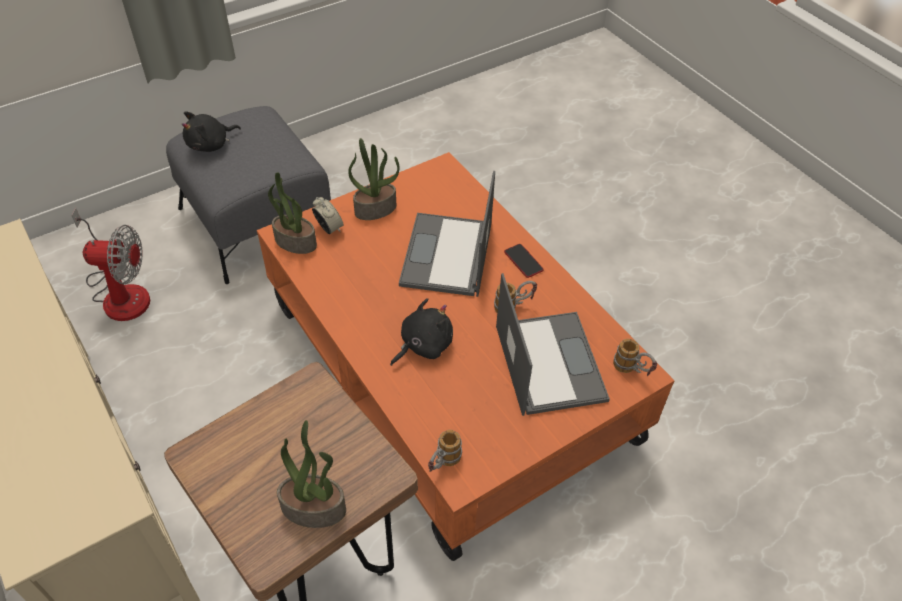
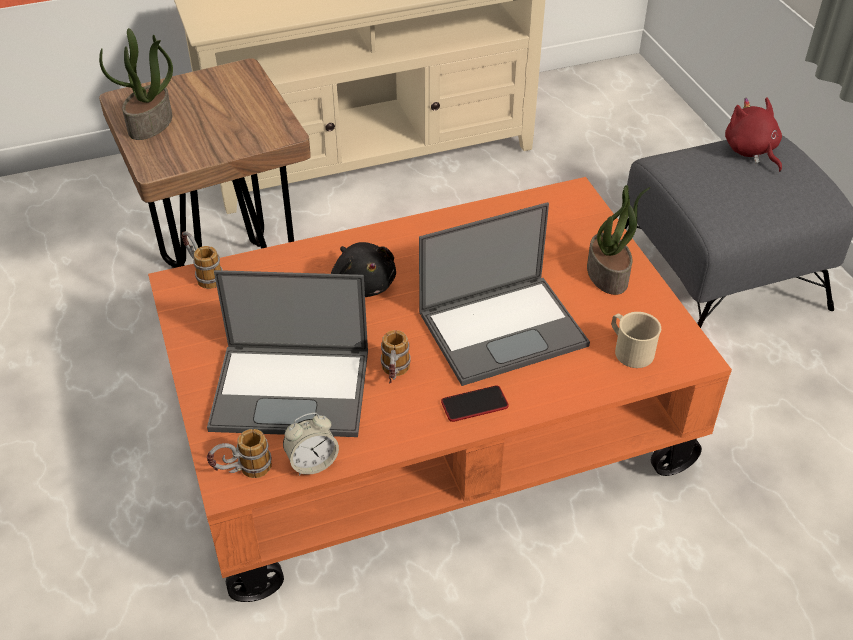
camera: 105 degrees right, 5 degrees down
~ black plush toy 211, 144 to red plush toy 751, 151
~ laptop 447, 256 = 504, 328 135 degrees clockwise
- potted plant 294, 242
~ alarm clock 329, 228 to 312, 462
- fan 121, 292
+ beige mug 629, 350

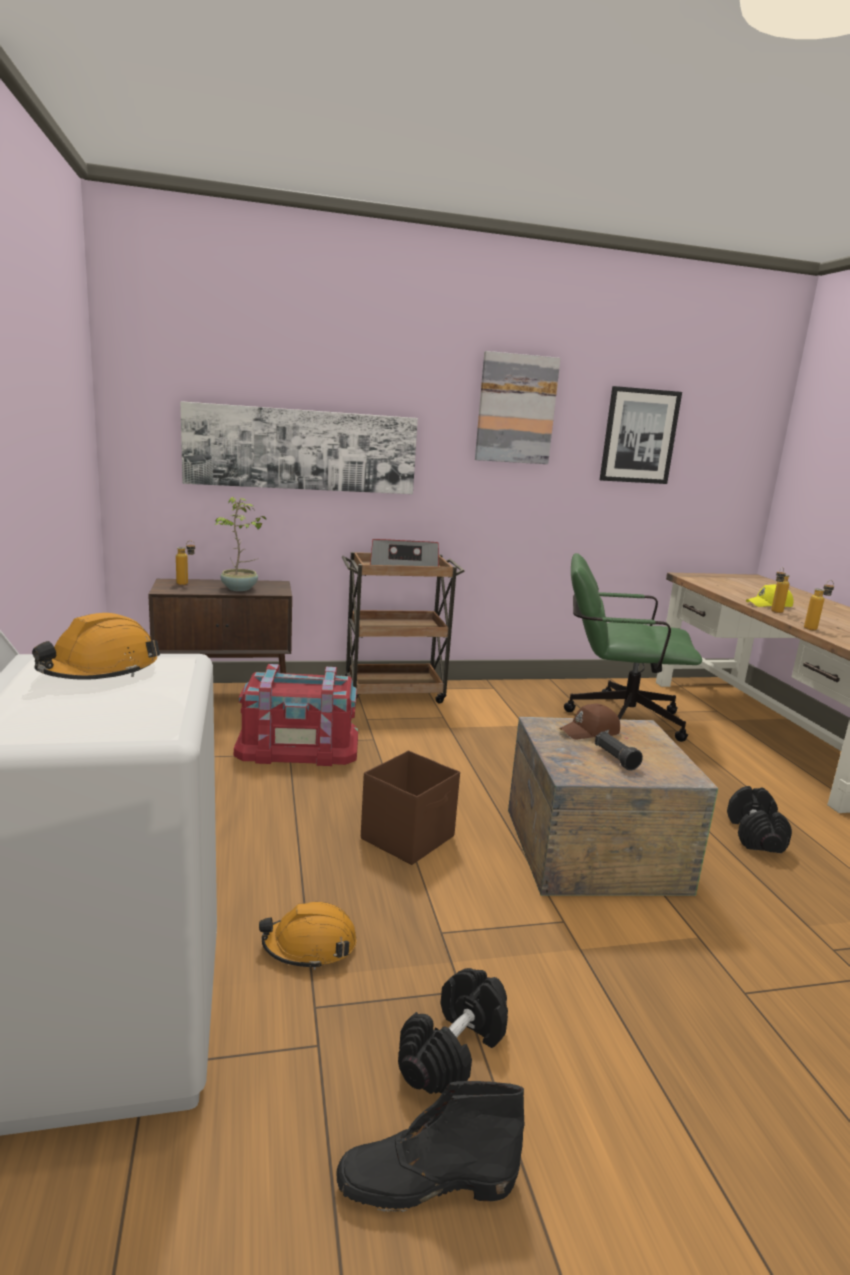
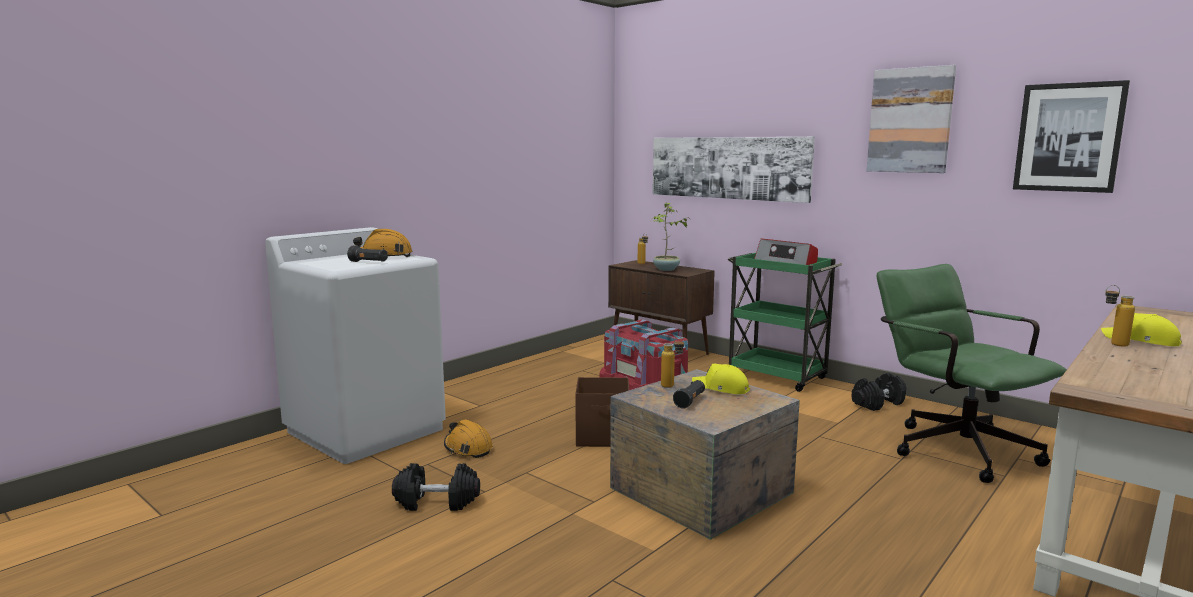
camera: 55 degrees right, 5 degrees down
~ brown cart 394, 692 to green cart 777, 377
~ bottle 814, 628 to 672, 387
~ brown cap 590, 732 to yellow cap 721, 388
~ black dumbbell 754, 834 to 878, 403
- black boot 425, 1181
+ black flashlight 368, 262

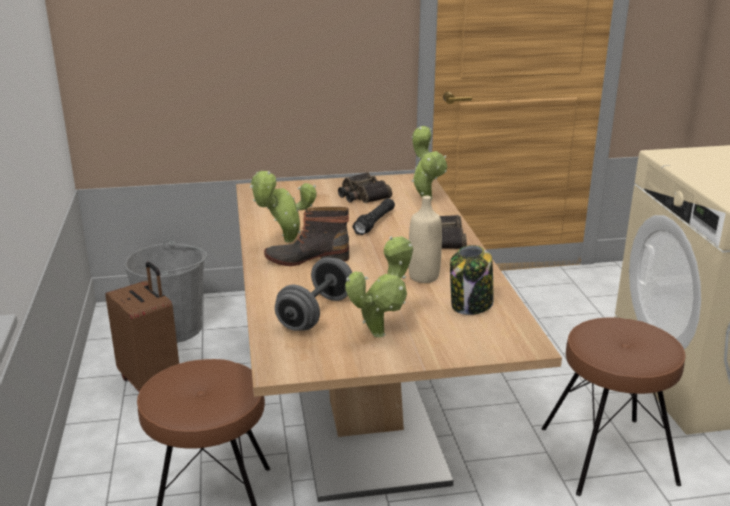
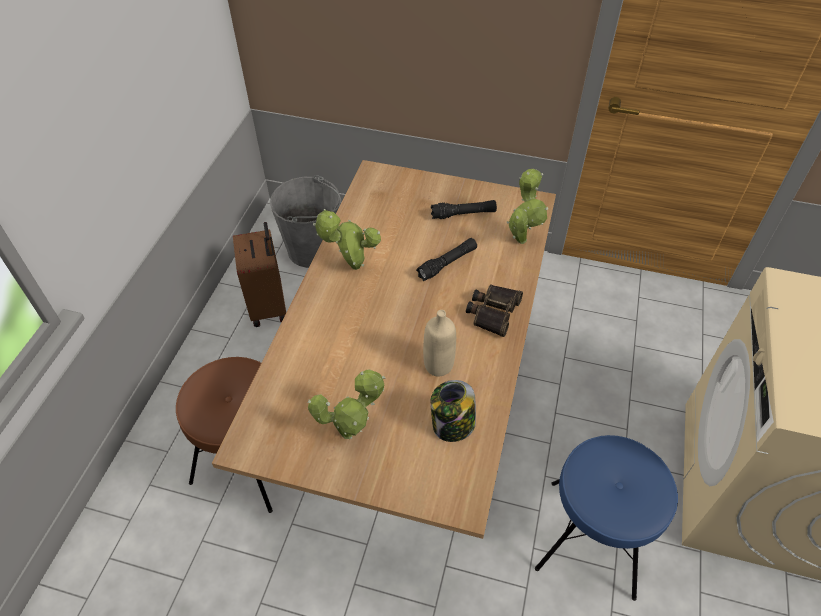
camera: 25 degrees right, 25 degrees up
~ binoculars 362, 195 to black flashlight 463, 214
- boot 307, 258
- grey dumbbell 315, 313
~ brown stool 609, 455 to blue stool 592, 538

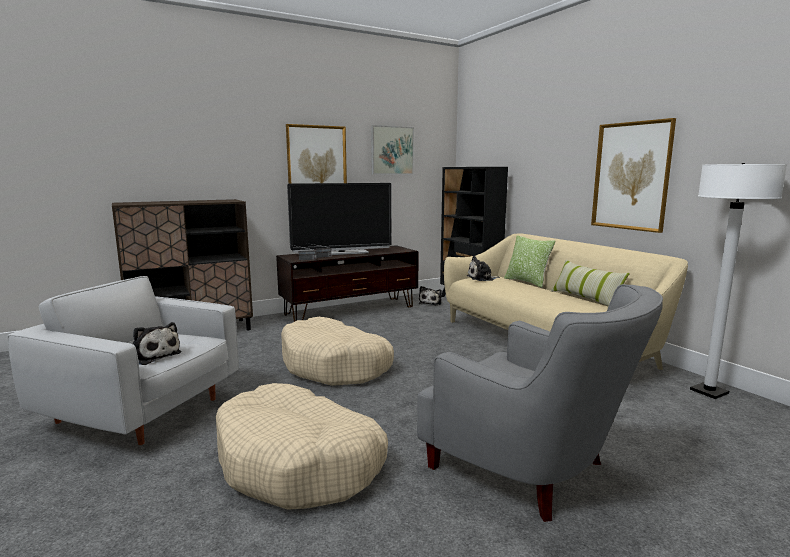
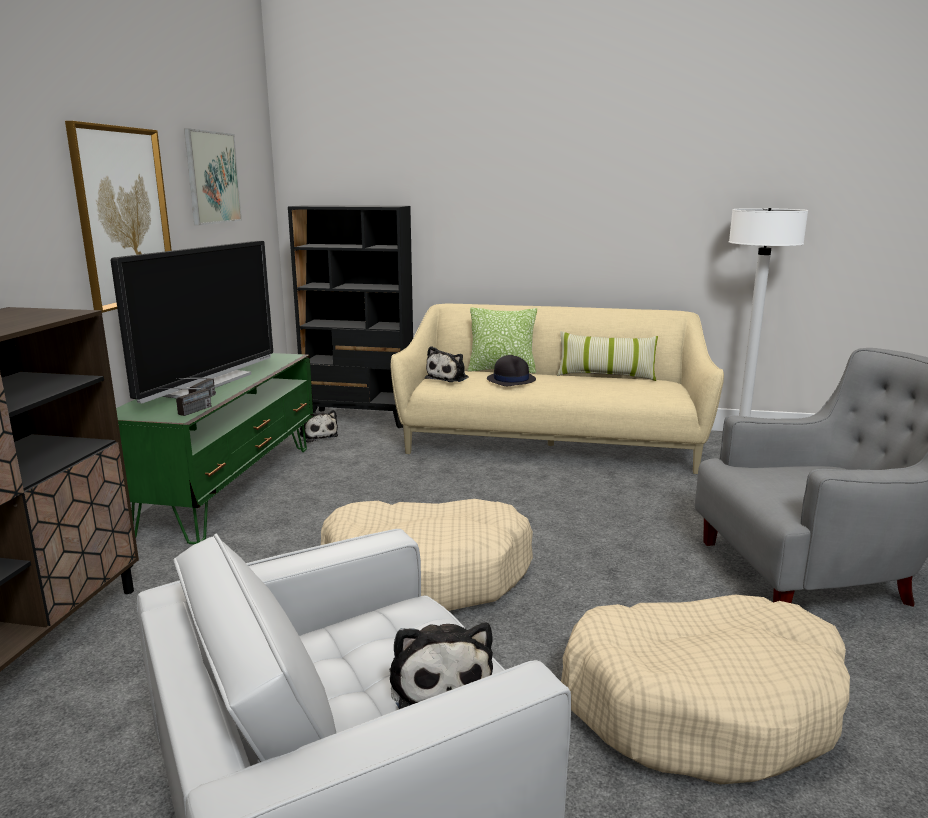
camera: 50 degrees left, 5 degrees up
- picture 631, 176
~ brown tv stand 350, 310 to green tv stand 229, 487
~ plush toy 153, 355 = 438, 681 90 degrees clockwise
+ black hat 511, 379

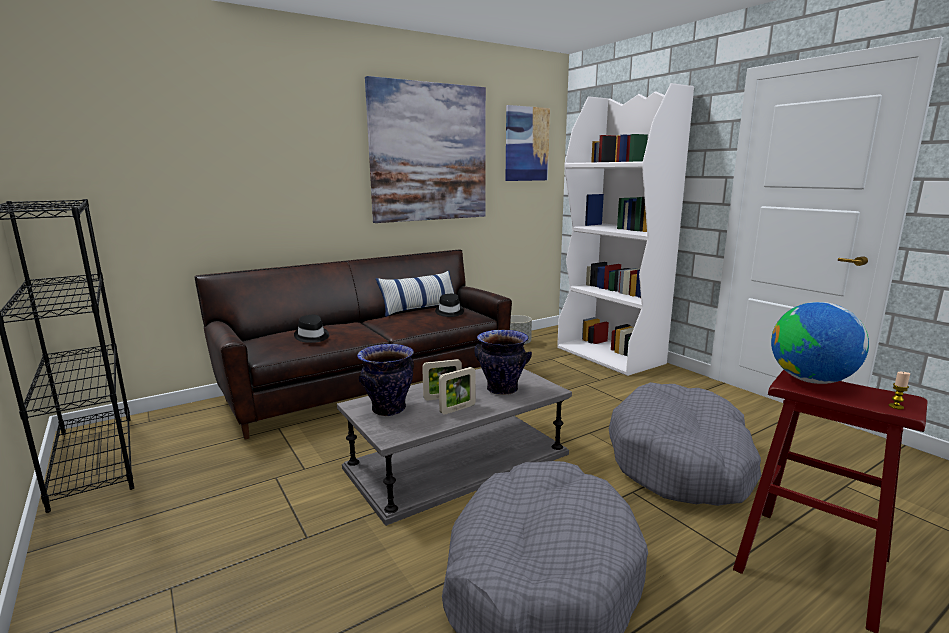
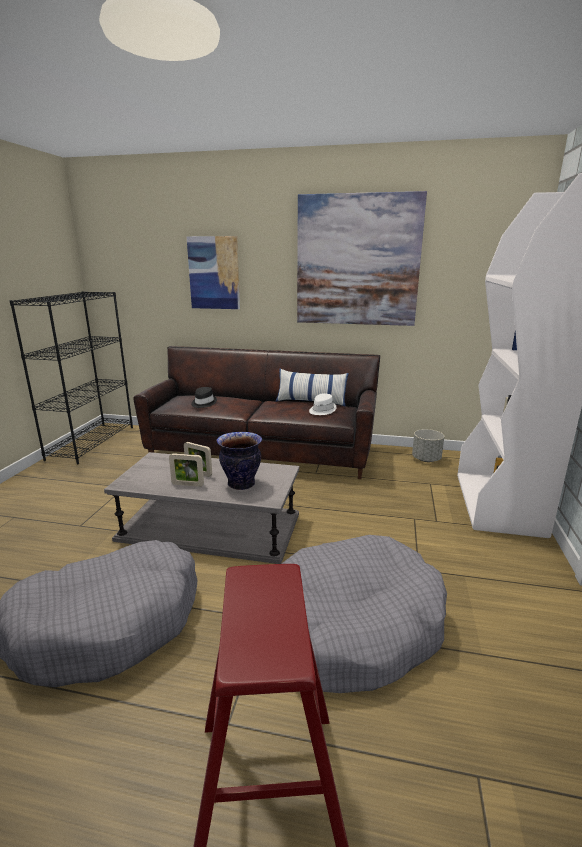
camera: 45 degrees right, 5 degrees up
~ picture 526, 144 to 214, 273
~ black hat 449, 312 to white hat 321, 410
- globe 811, 380
- vase 388, 409
- candle 896, 406

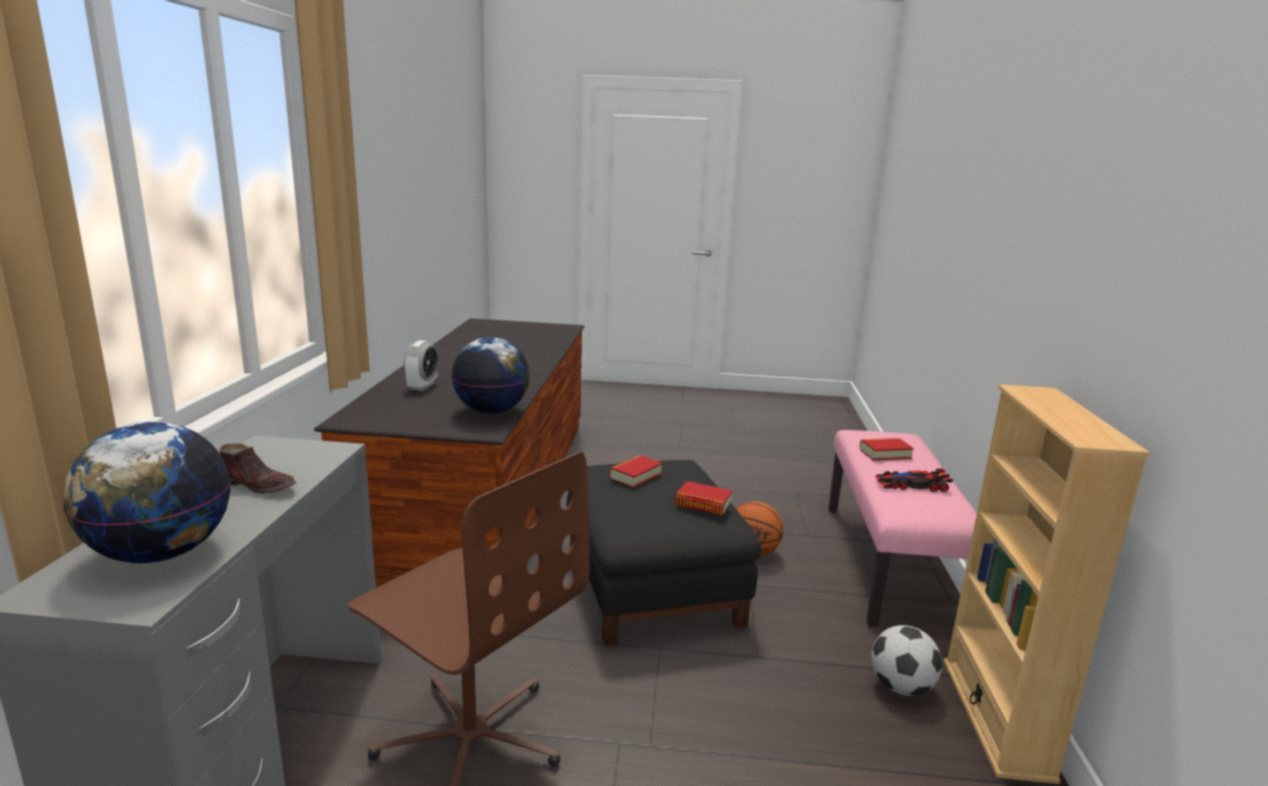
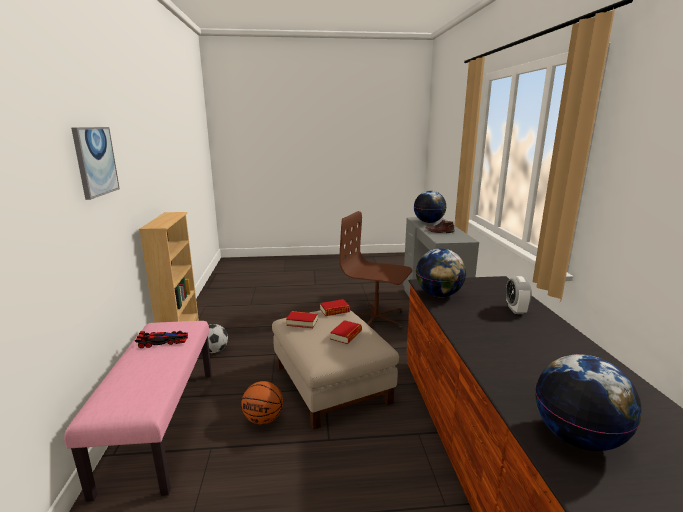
camera: 170 degrees right, 0 degrees up
~ book 885, 454 to 334, 311
~ black ottoman 649, 582 to beige ottoman 332, 383
+ picture 95, 161
+ globe 577, 437

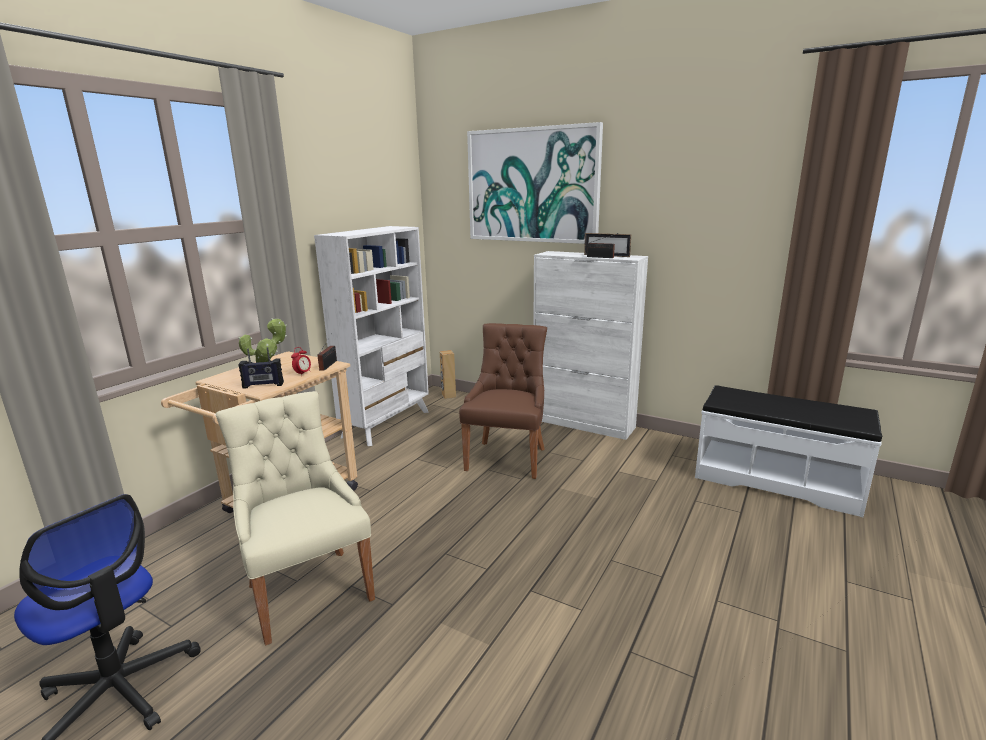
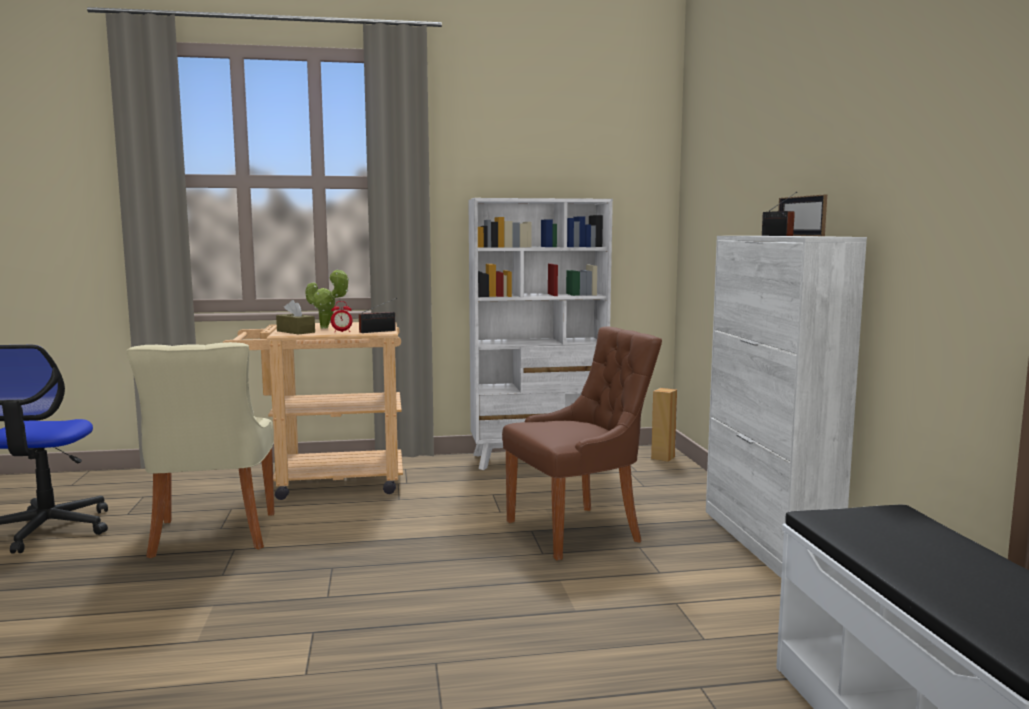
camera: 50 degrees right, 10 degrees down
- picture 532, 185
~ radio 263, 385 to brown tissue box 295, 331
~ beige chair 308, 589 = 212, 536 150 degrees clockwise

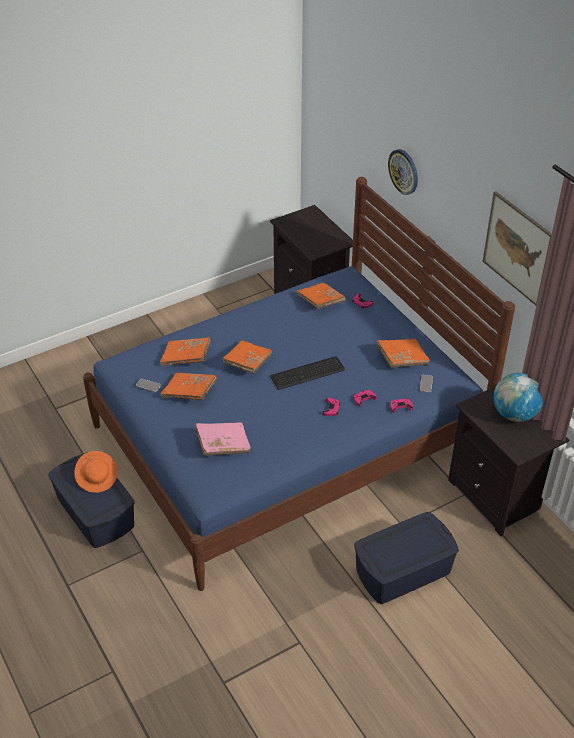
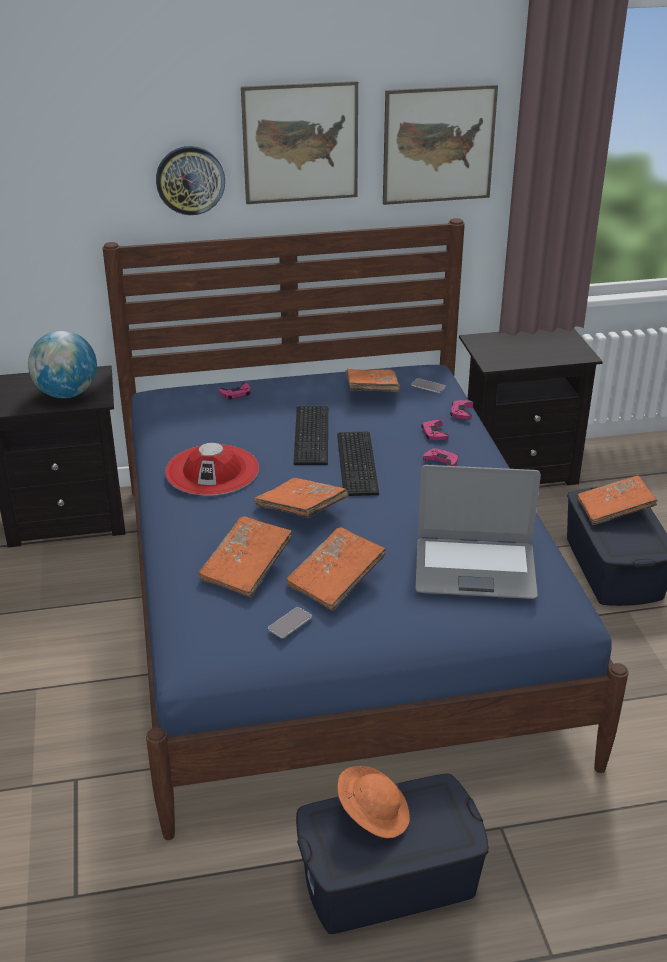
camera: 70 degrees left, 10 degrees down
~ orange book 320, 302 to 614, 510
~ globe 514, 414 to 67, 394
~ pink book 223, 445 to laptop 475, 569
+ picture 300, 143
+ keyboard 313, 434
+ red hat 212, 470

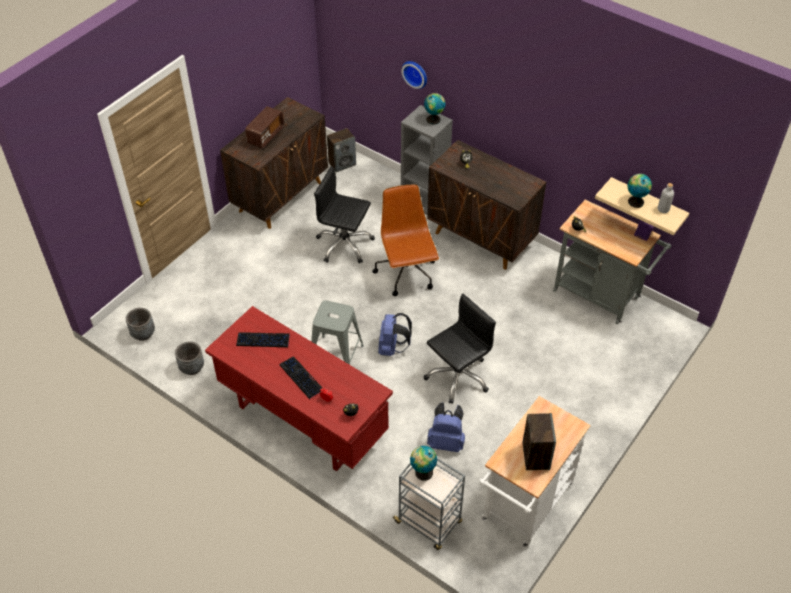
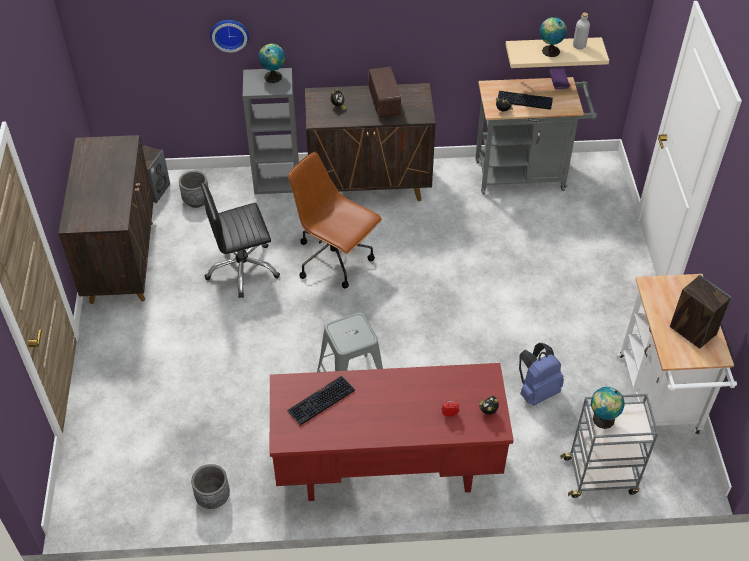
camera: 40 degrees left, 0 degrees up
~ radio 265, 136 to 384, 103
- black office chair 457, 376
~ grey planter 143, 333 to 196, 201
- blue backpack 392, 347
~ keyboard 301, 378 to 524, 100

